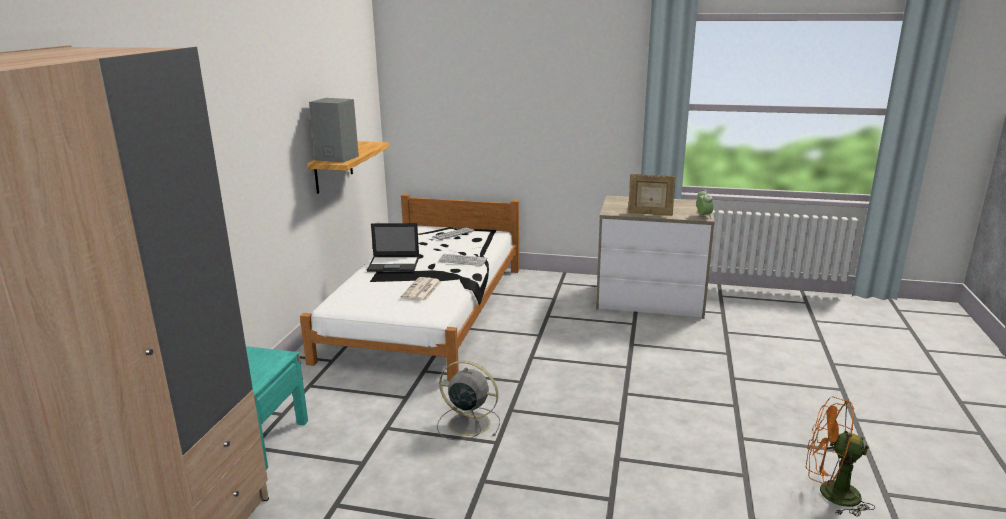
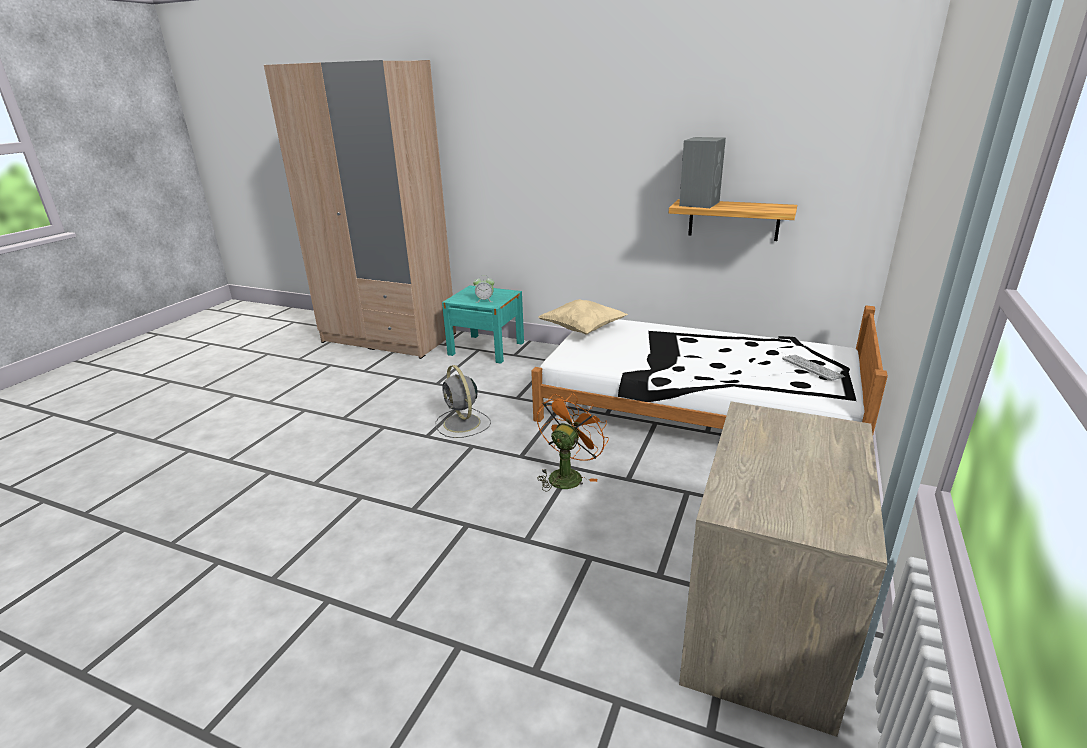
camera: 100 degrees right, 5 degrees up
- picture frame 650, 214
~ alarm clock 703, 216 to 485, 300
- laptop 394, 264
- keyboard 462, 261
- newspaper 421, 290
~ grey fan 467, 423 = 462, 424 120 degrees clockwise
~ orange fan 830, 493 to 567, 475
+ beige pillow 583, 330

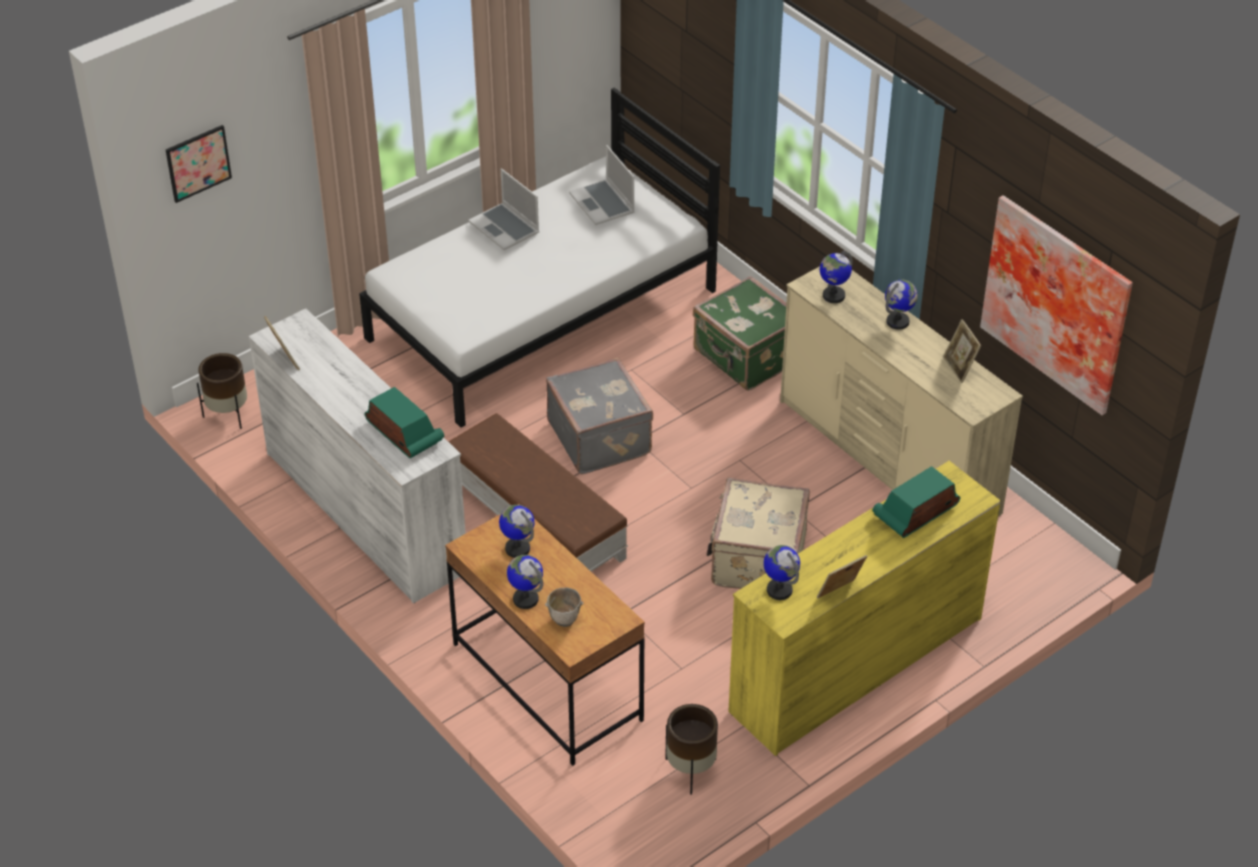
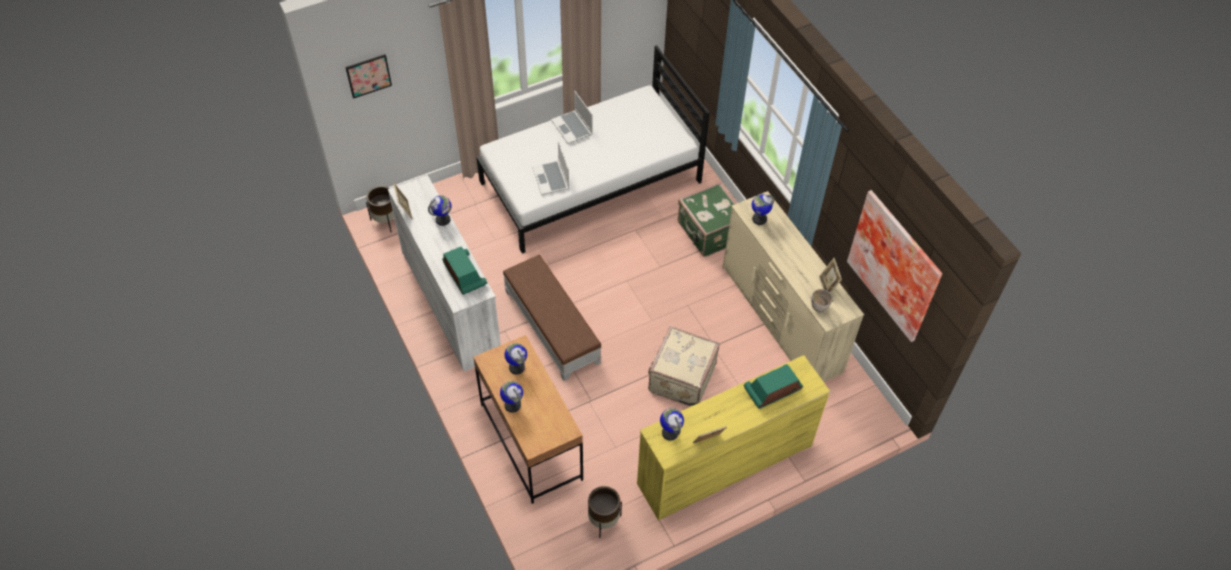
camera: 10 degrees right, 10 degrees up
~ laptop 603, 204 to 551, 179
~ globe 898, 322 to 443, 220
- grey suitcase 601, 437
~ bowl 565, 620 to 819, 308

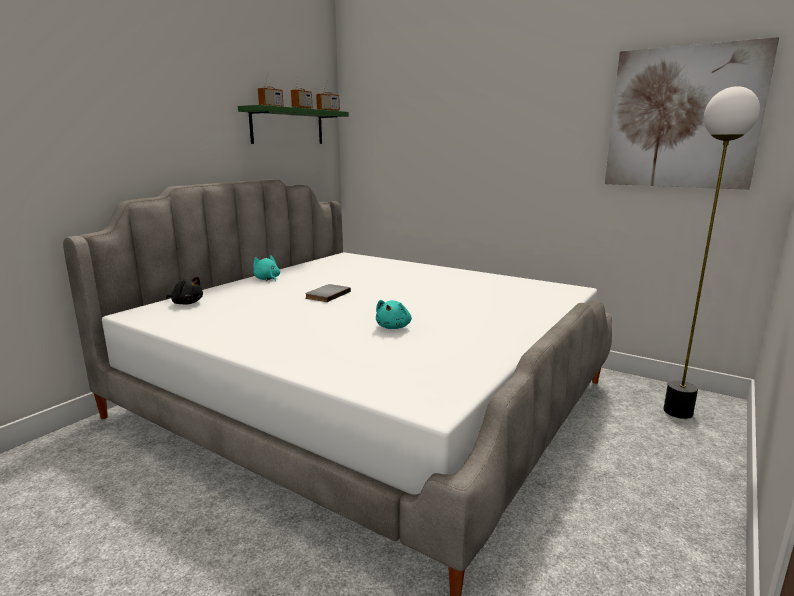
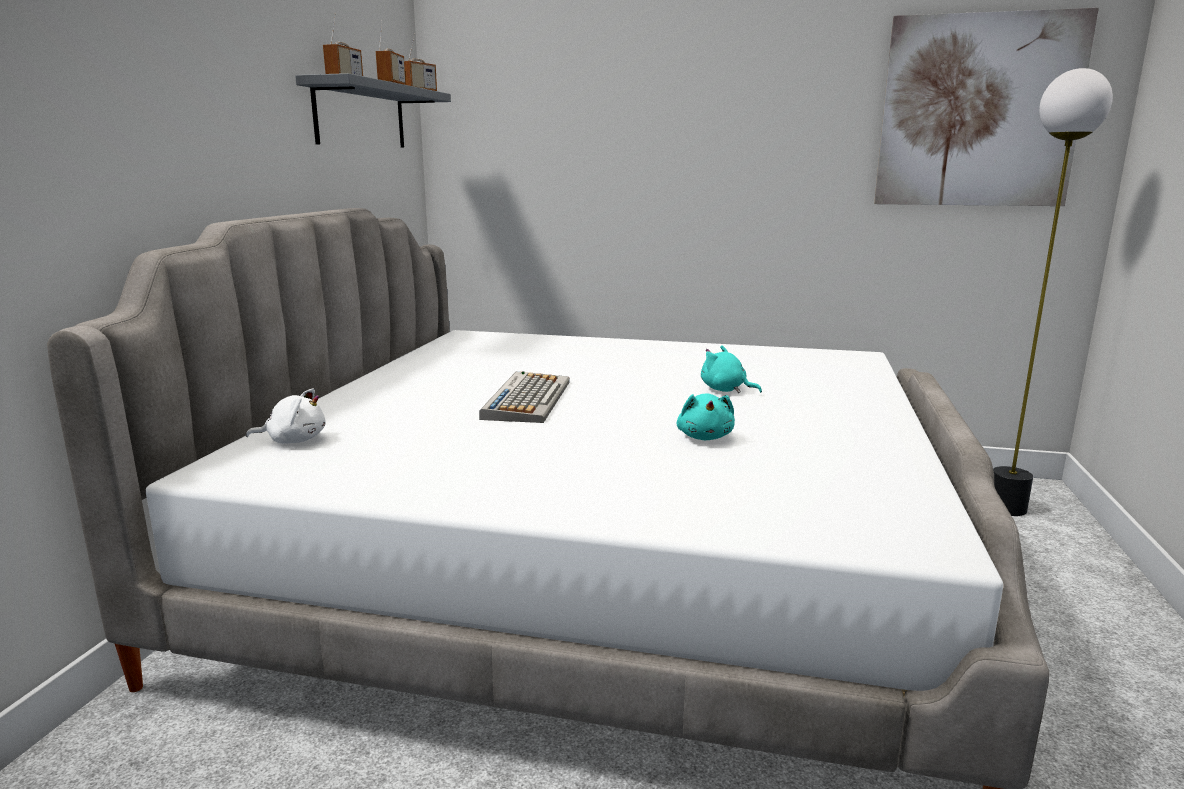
camera: 20 degrees left, 0 degrees up
~ green shelf 287, 126 to grey shelf 361, 116
~ turquoise plush toy 267, 279 to 725, 390
~ black plush toy 186, 303 to white plush toy 293, 440
~ grey book 326, 295 to keyboard 527, 399

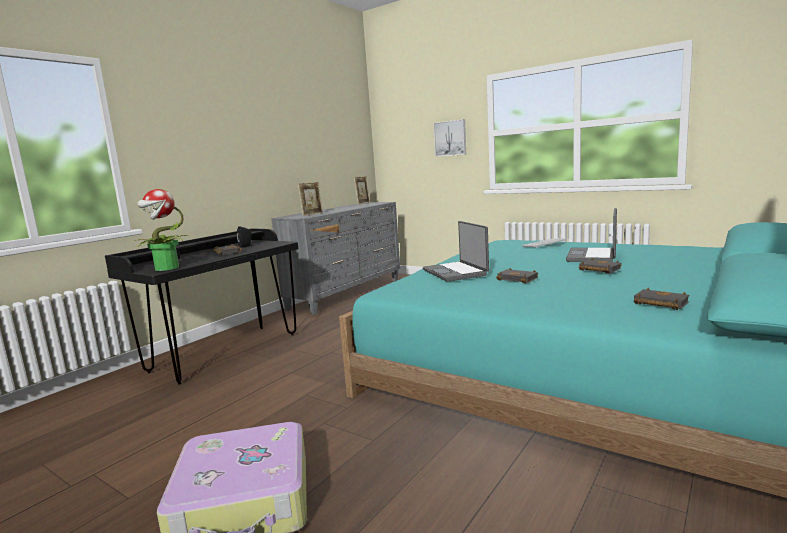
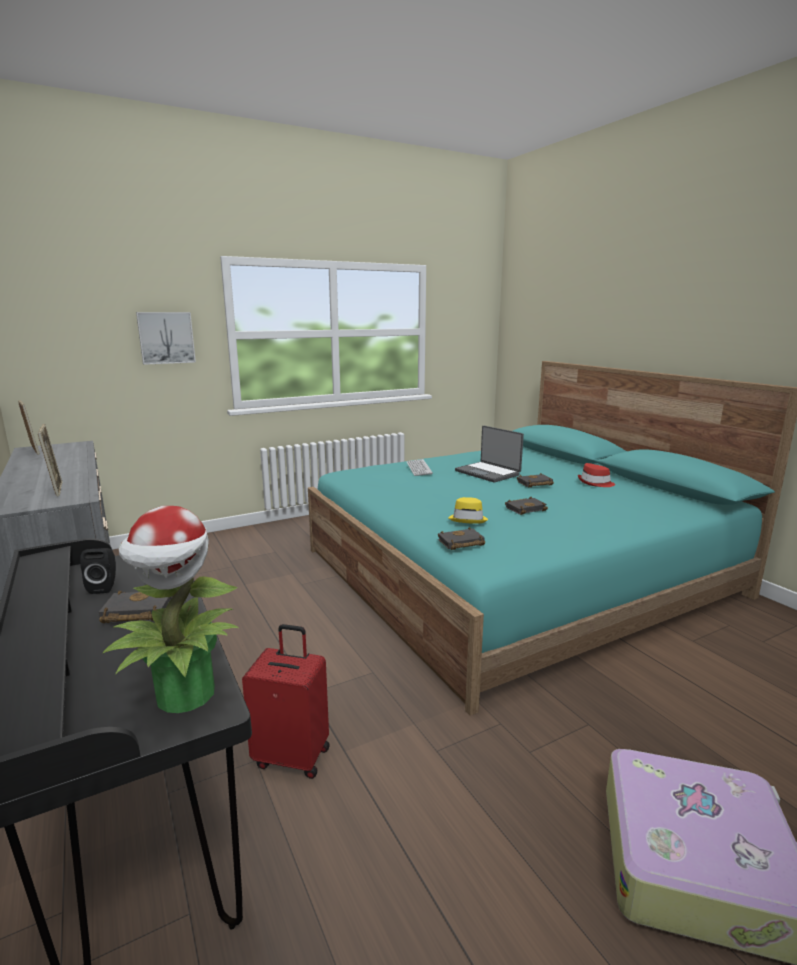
camera: 65 degrees left, 5 degrees up
~ laptop 456, 272 to yellow hat 468, 519
~ black book 659, 303 to 460, 543
+ red hat 595, 483
+ red suitcase 293, 756

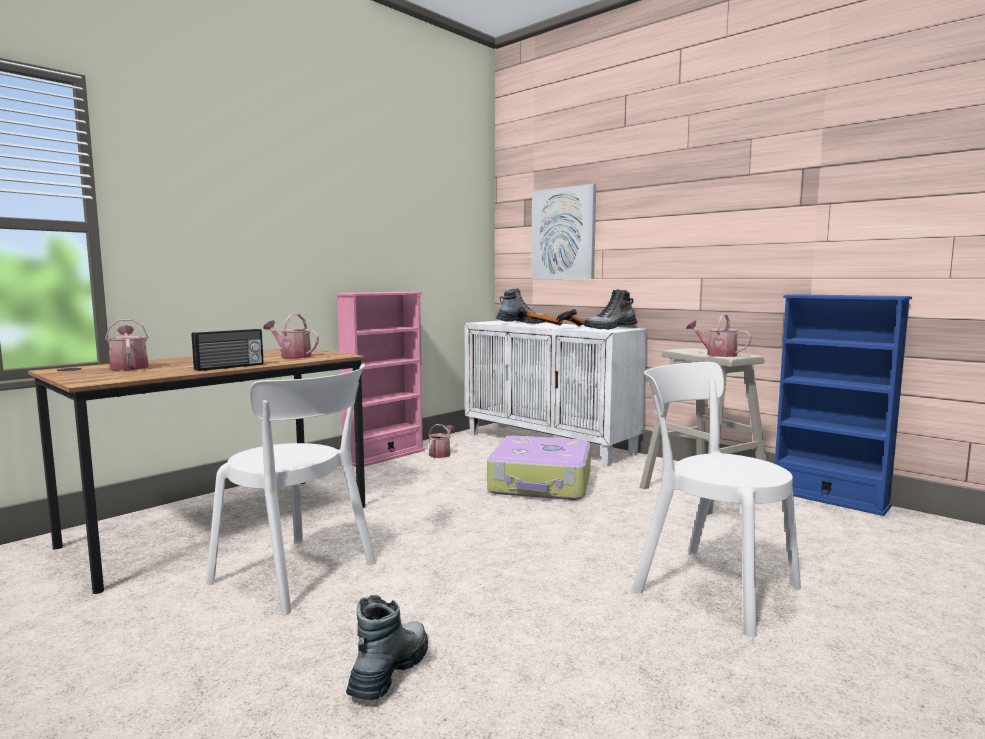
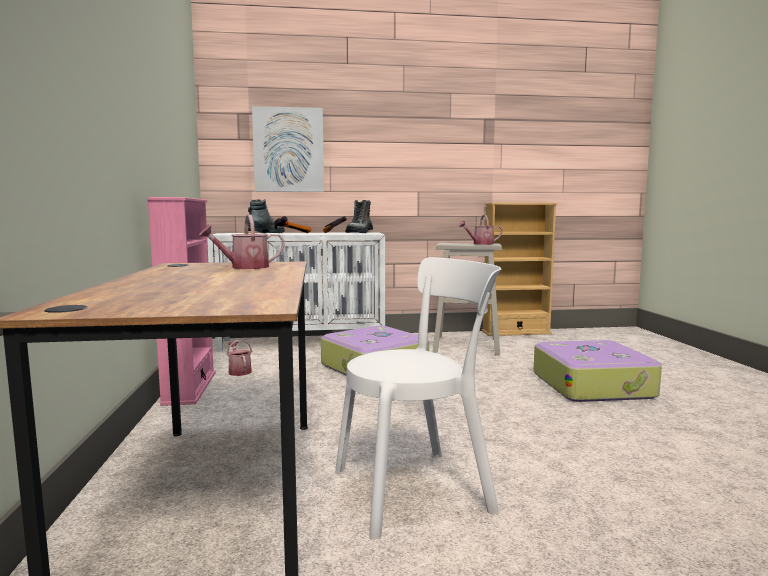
camera: 50 degrees left, 0 degrees up
~ blue bookcase 829, 498 to beige bookcase 516, 332
- watering can 129, 367
- radio 230, 367
~ white chair 709, 586 to suitcase 593, 385
- boot 389, 671

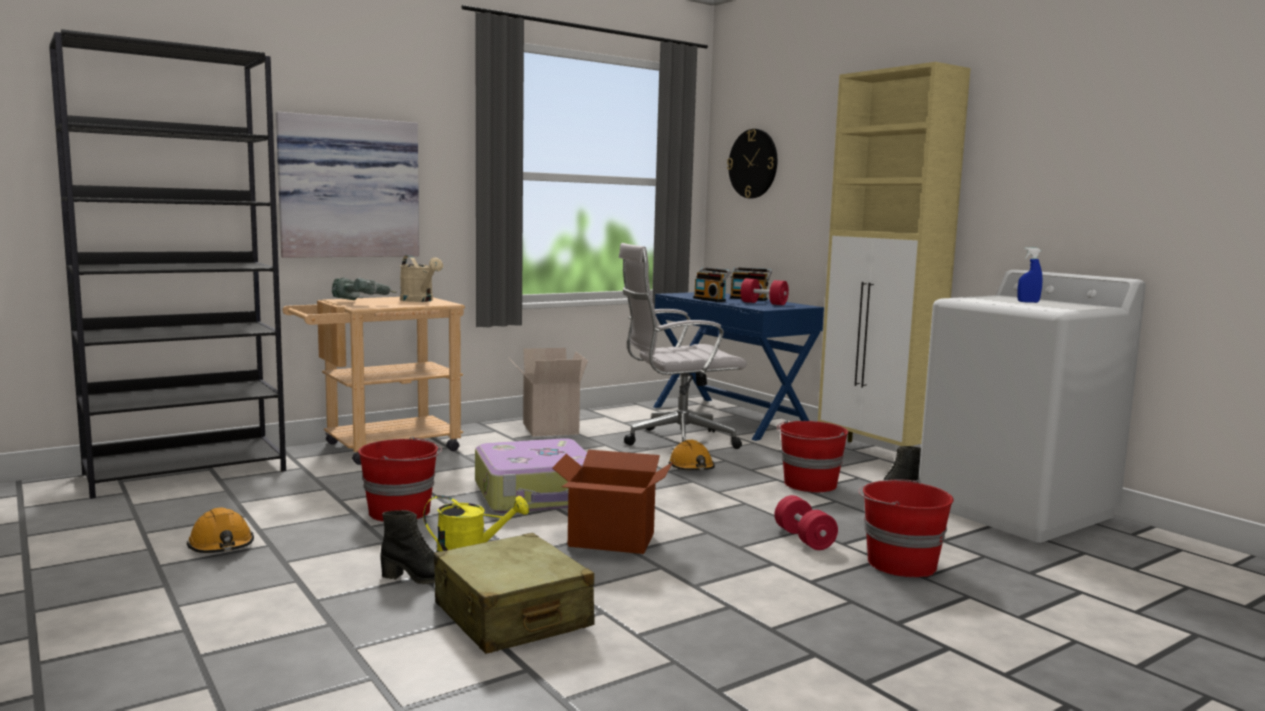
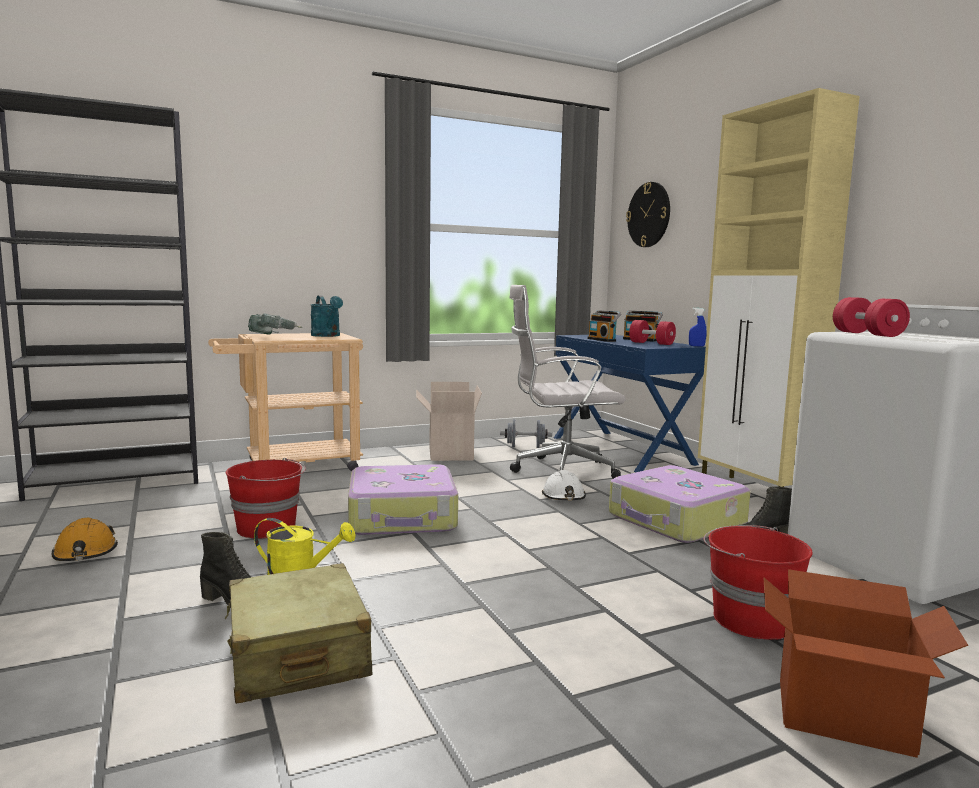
camera: 10 degrees right, 0 degrees up
- picture 348, 188
~ blue spray bottle 1028, 302 to 696, 346
~ beige watering can 420, 300 to turquoise watering can 327, 336
~ red bucket 809, 484 to suitcase 676, 520
~ orange hard hat 691, 468 to white hard hat 564, 497
~ cardboard box 611, 540 to 844, 718
~ red dumbbell 804, 539 to 867, 334
+ grey dumbbell 525, 447

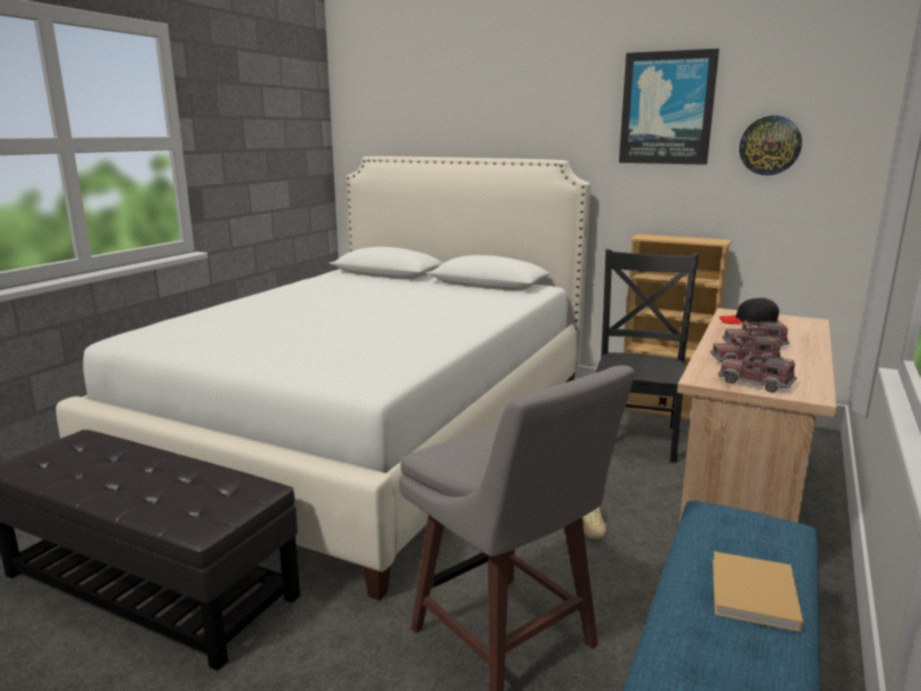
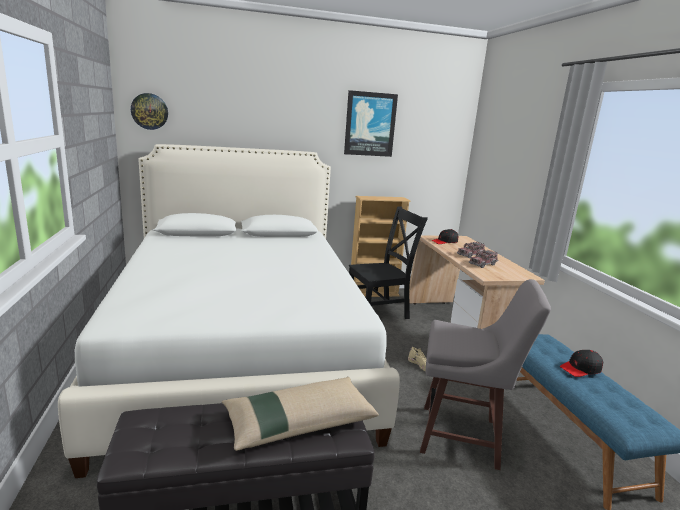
camera: 40 degrees left, 0 degrees up
~ wall clock 770, 145 to 149, 111
~ black chair 636, 436 = 379, 311 90 degrees clockwise
- toy truck 755, 383
~ beige book 753, 595 to black cap 581, 369
+ beige pillow 298, 421

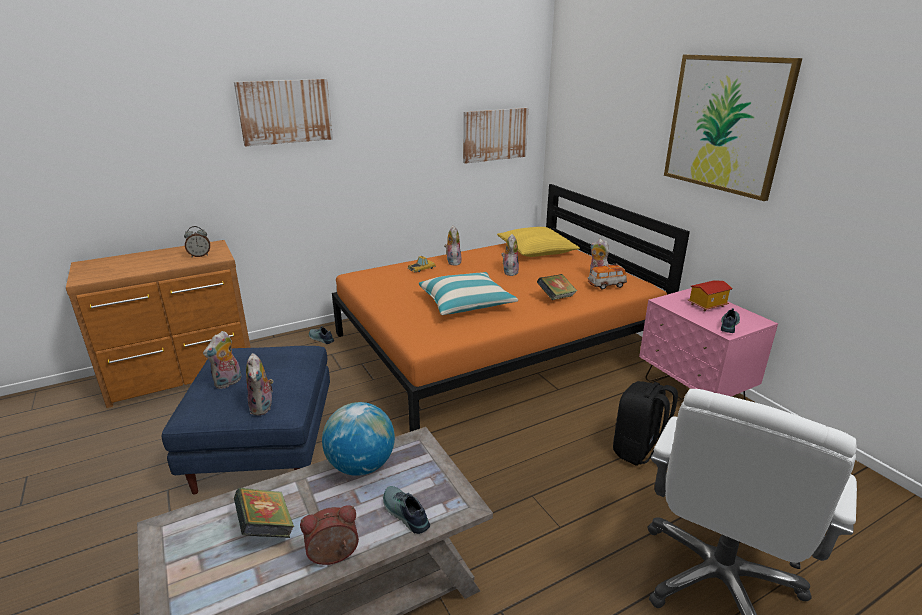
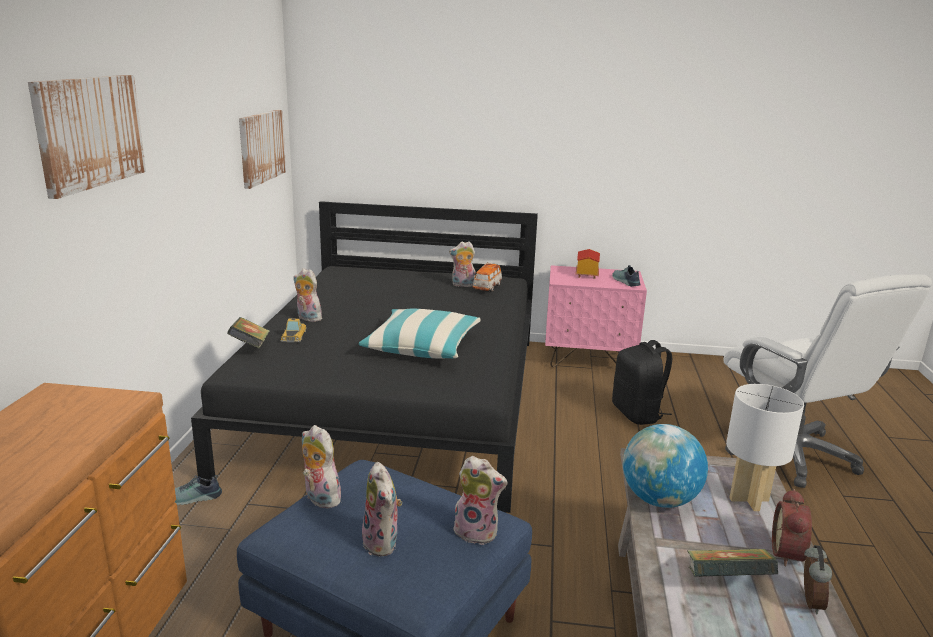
camera: 55 degrees left, 5 degrees down
- picture 725, 124
~ orange bed 496, 344 to black bed 397, 399
~ alarm clock 200, 255 to 809, 602
- yellow pillow 536, 250
~ plush toy 509, 272 to 319, 498
~ book 556, 297 to 250, 347
~ shoe 404, 514 to white table lamp 749, 500

